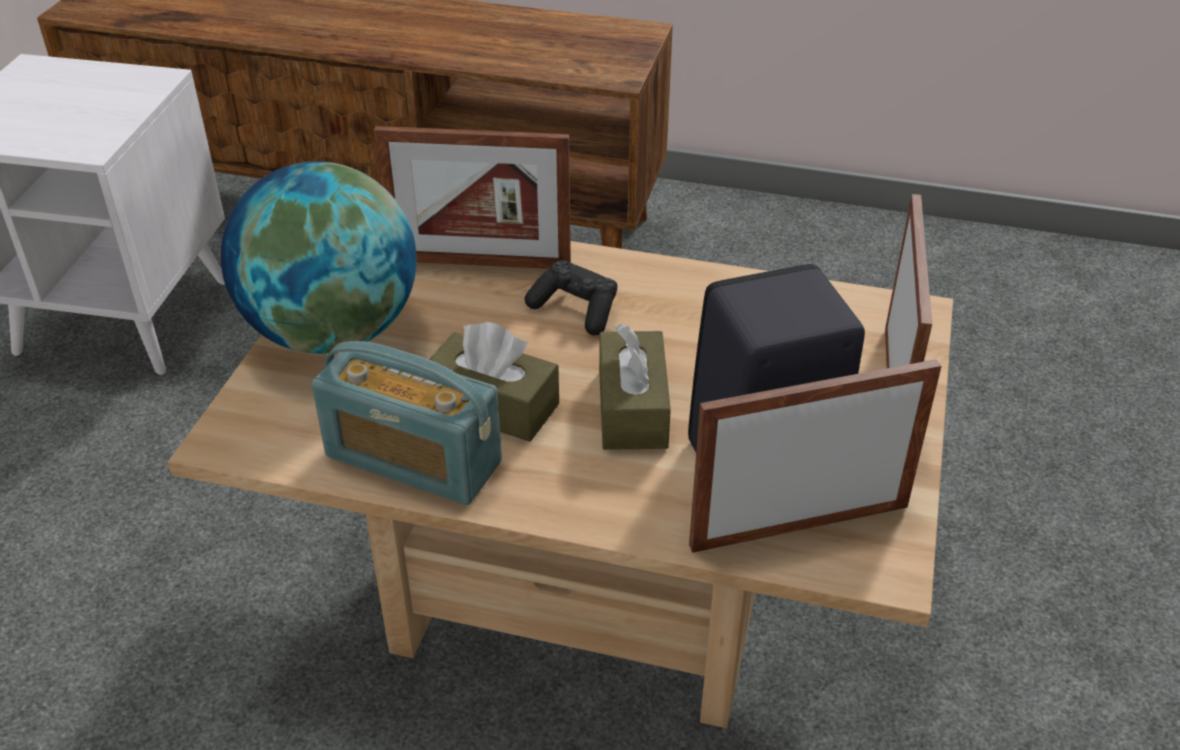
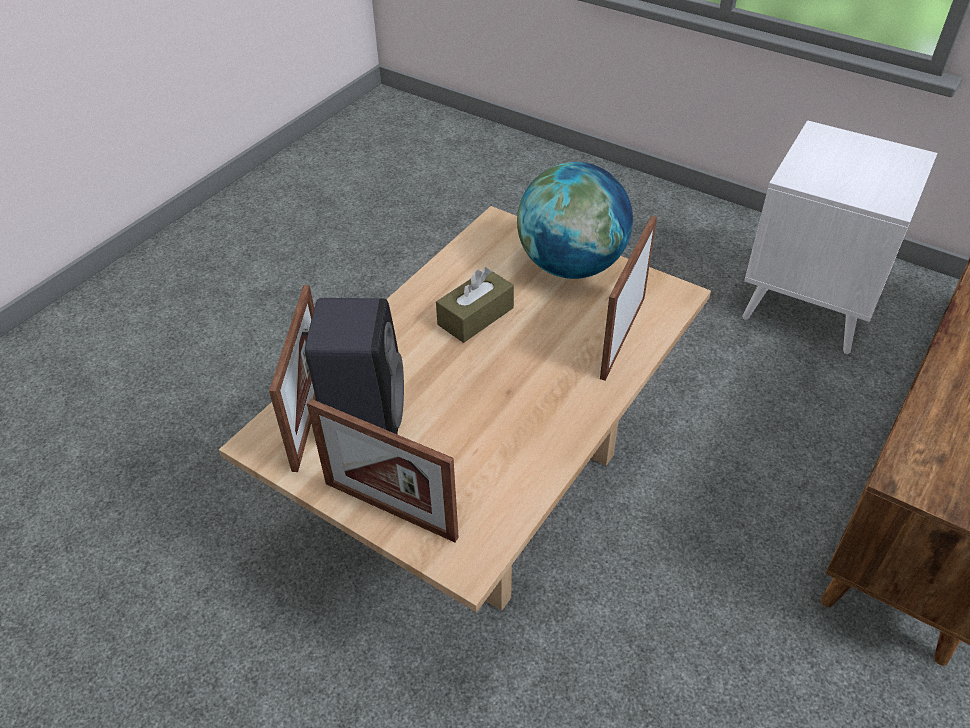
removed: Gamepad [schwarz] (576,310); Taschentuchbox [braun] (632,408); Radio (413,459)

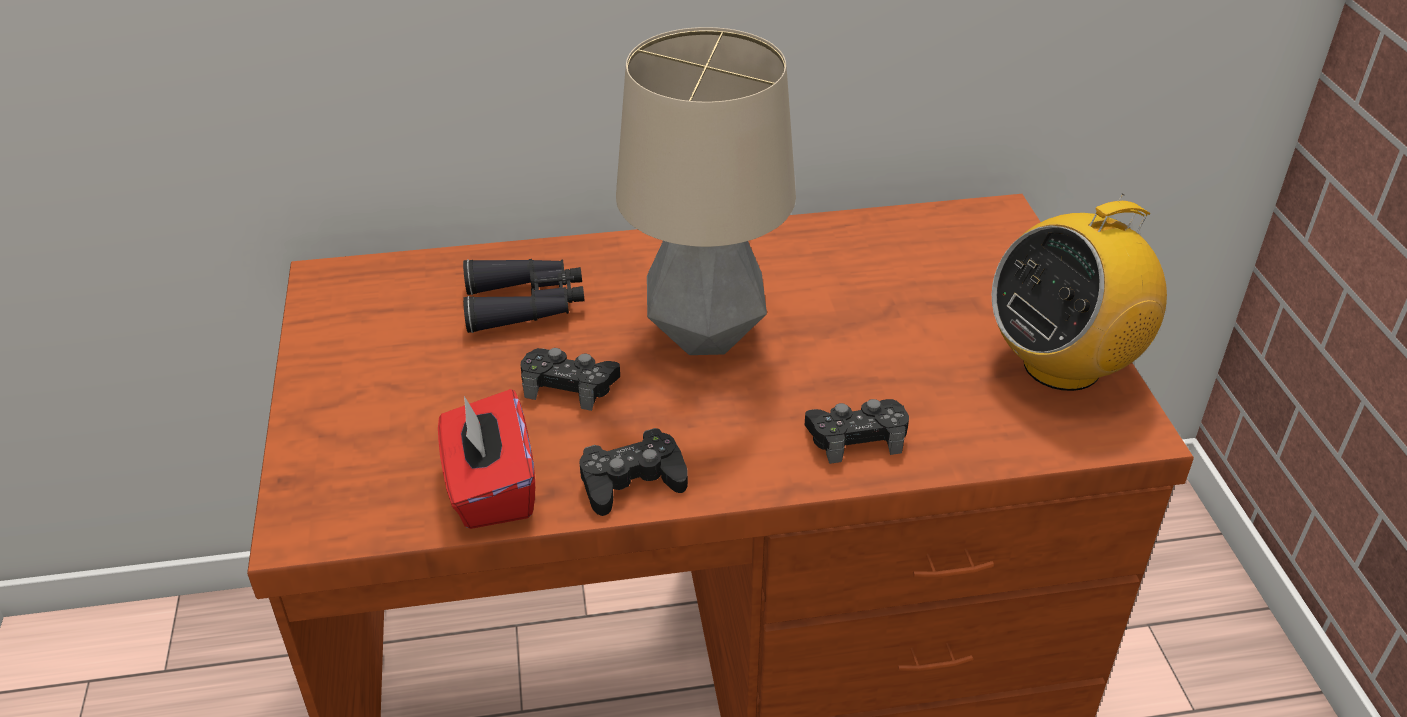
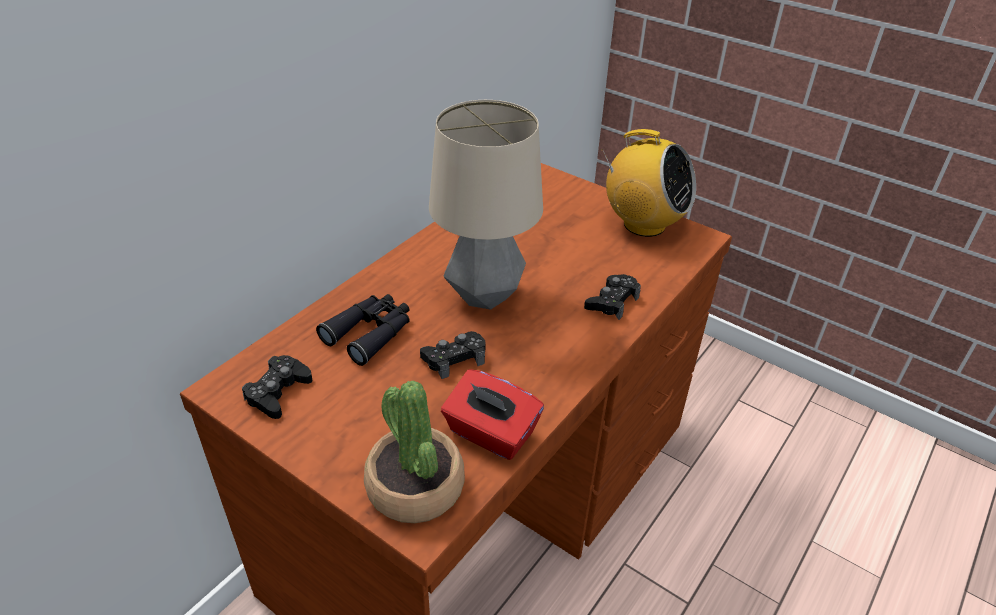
added: Topfpflanze (415,487)
moved: Gamepad [schwarz] (632,481) to (278,392)
turned: Radio (1062,365) = (643,224) 75 degrees counterclockwise

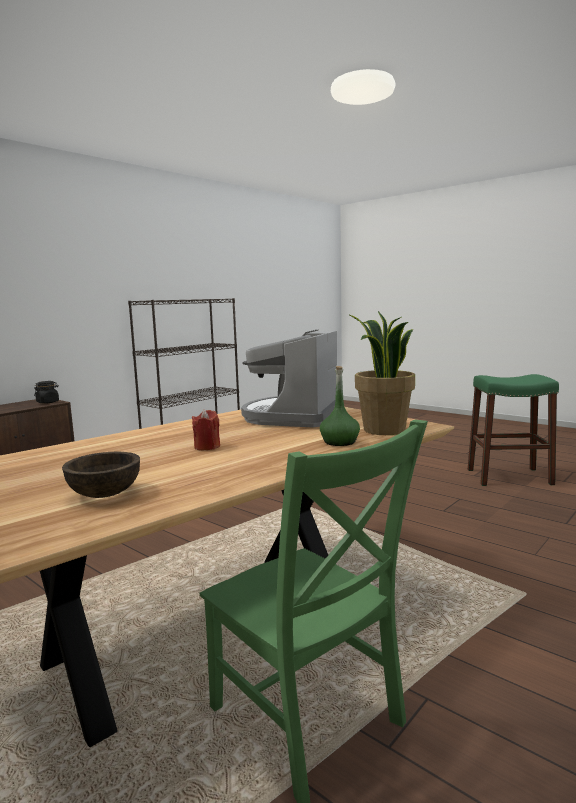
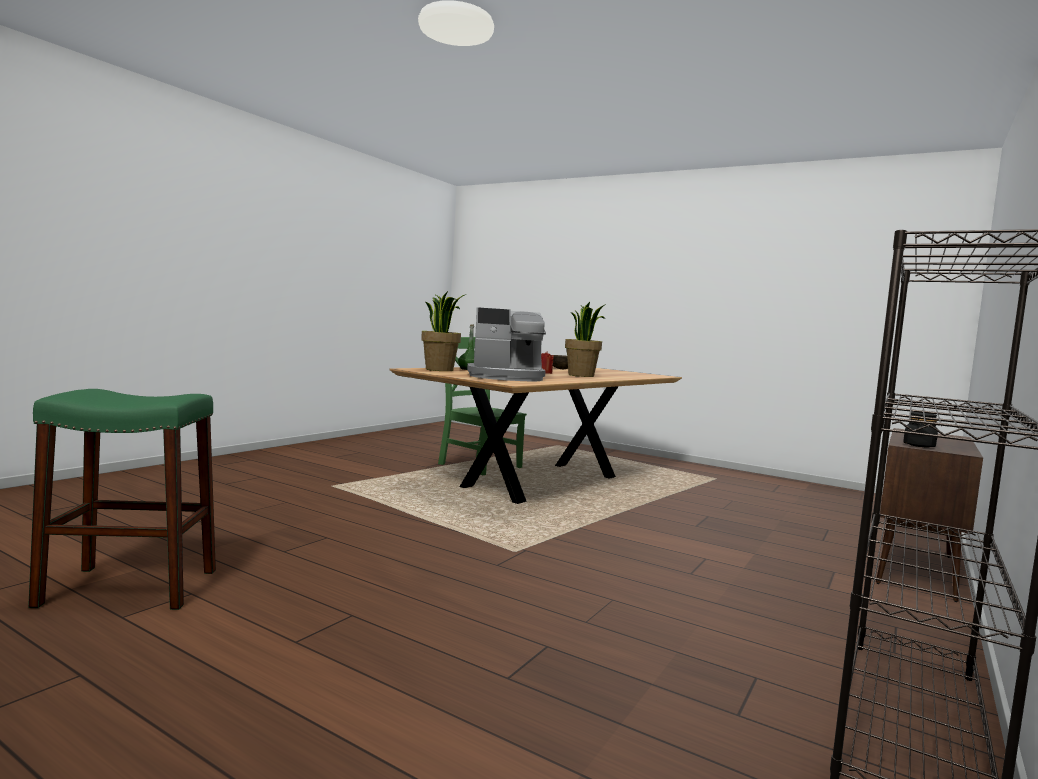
added: Topfpflanze (581,375)
turned: Kaffeemaschine (292,416) = (506,377) 75 degrees clockwise

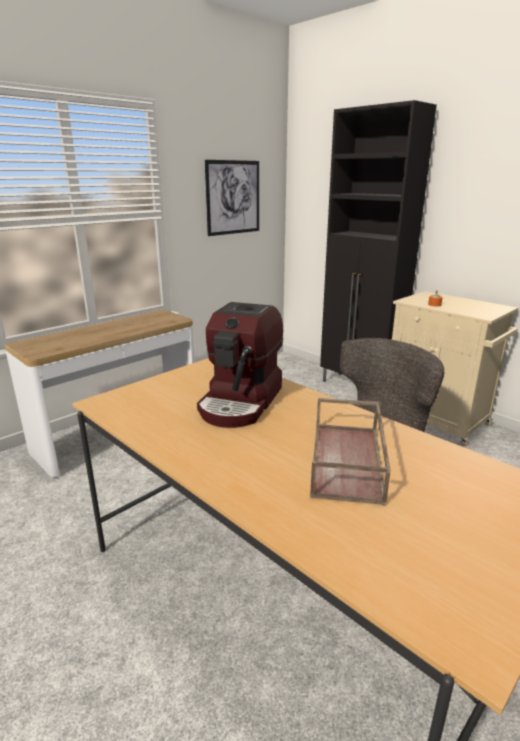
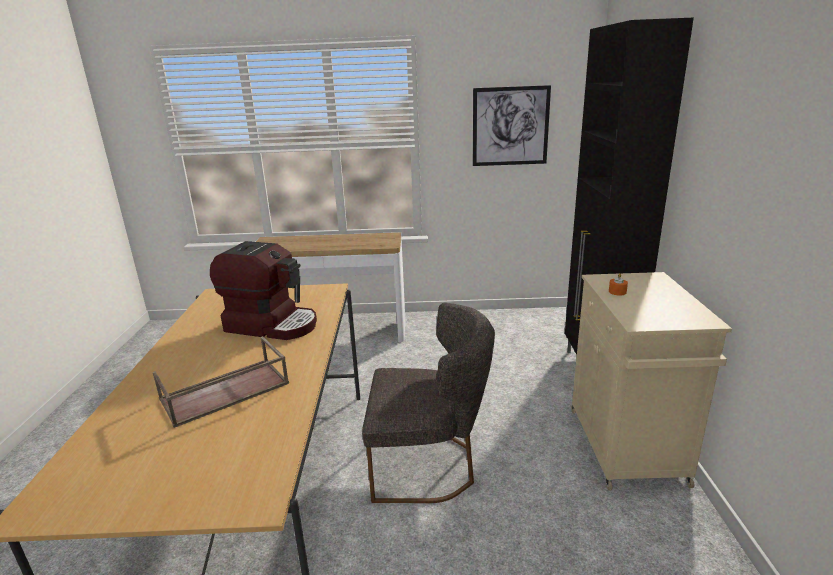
turned: Kaffeemaschine (242,402) = (272,324) 135 degrees counterclockwise

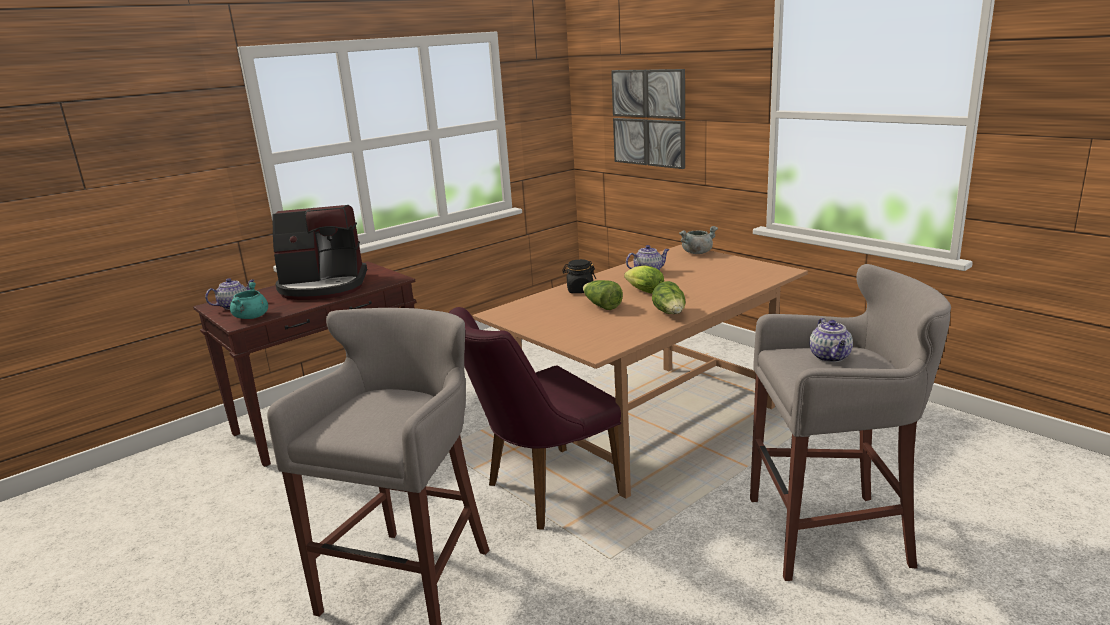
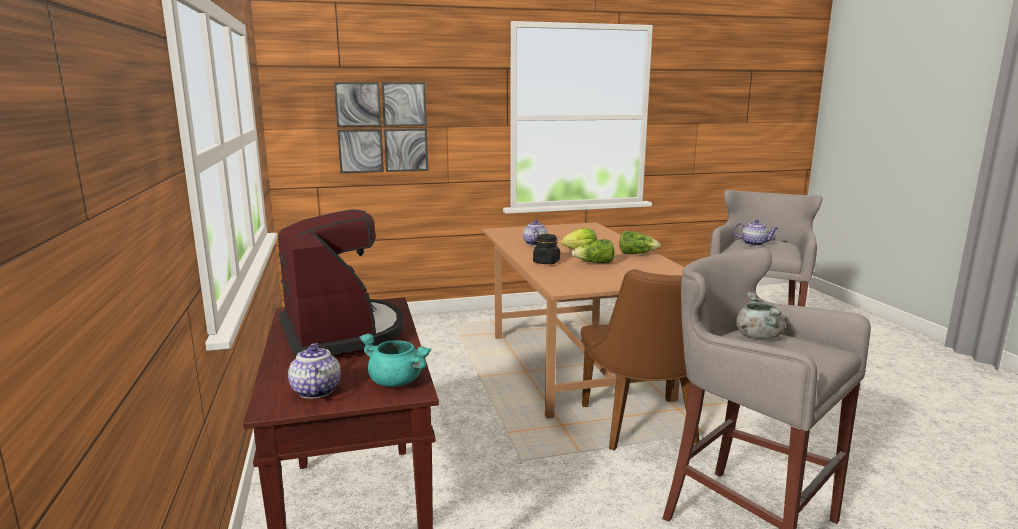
moved: Kochtopf [grau] (697,252) to (757,336)
recoloured: Stuhl [lila] (543,492) to Stuhl [braun] (643,429)
turned: Kaffeemaschine (324,287) = (342,335) 45 degrees counterclockwise

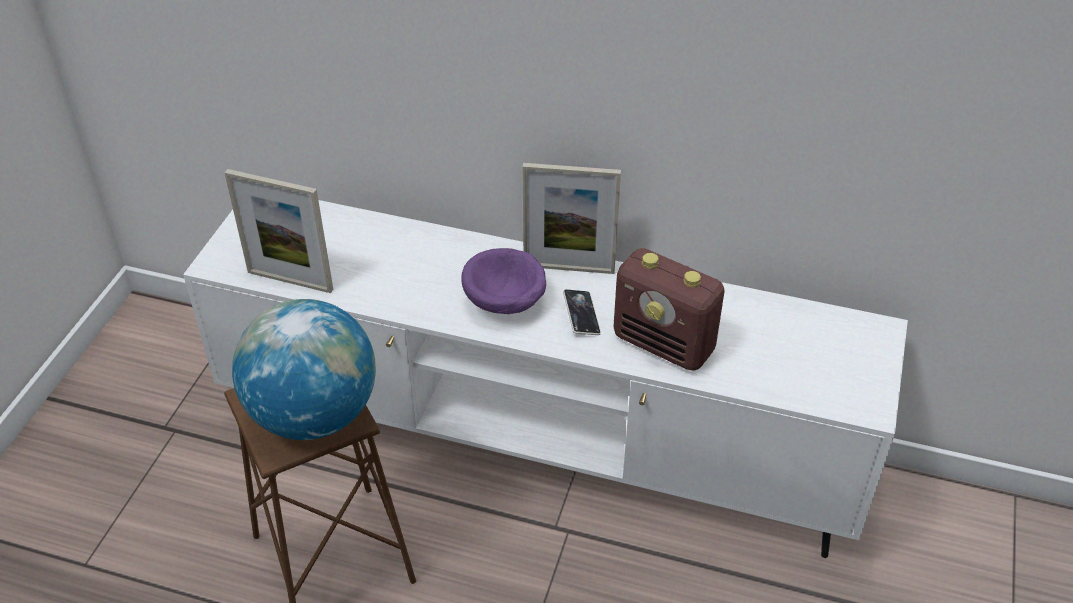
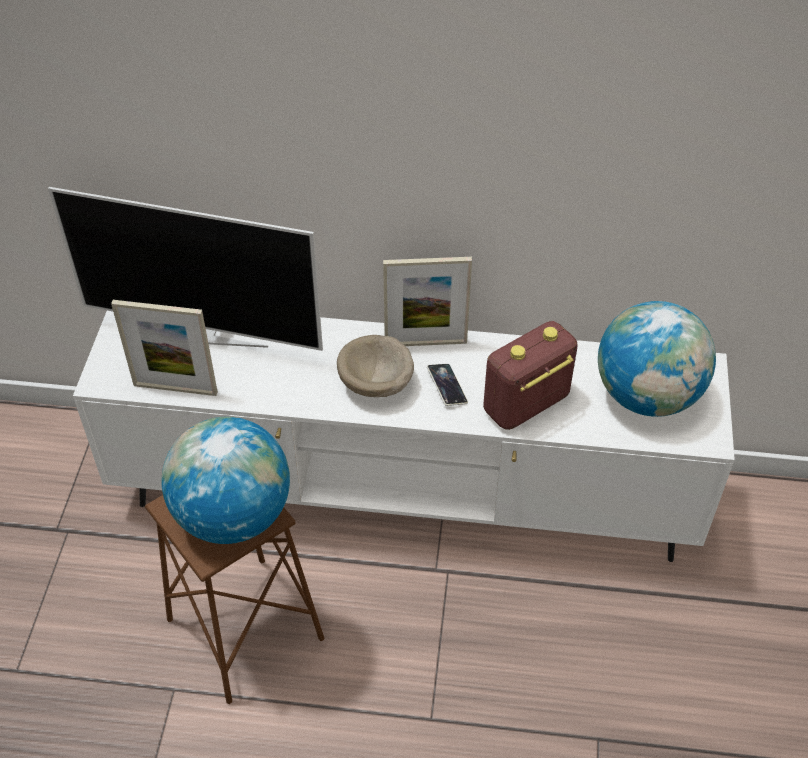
added: Fernseher (208,334); Globus (647,396)
recoloured: Schüssel [lila] (505,303) to Schüssel [beige] (377,384)
turned: Radio (664,344) = (525,405) 120 degrees clockwise

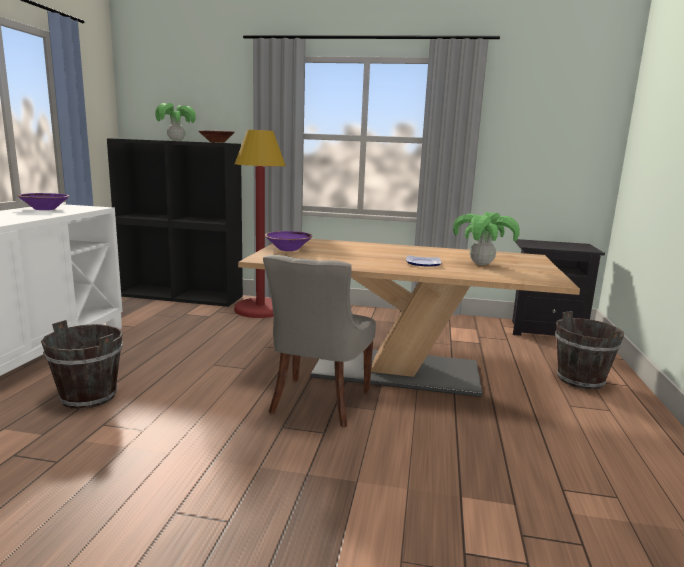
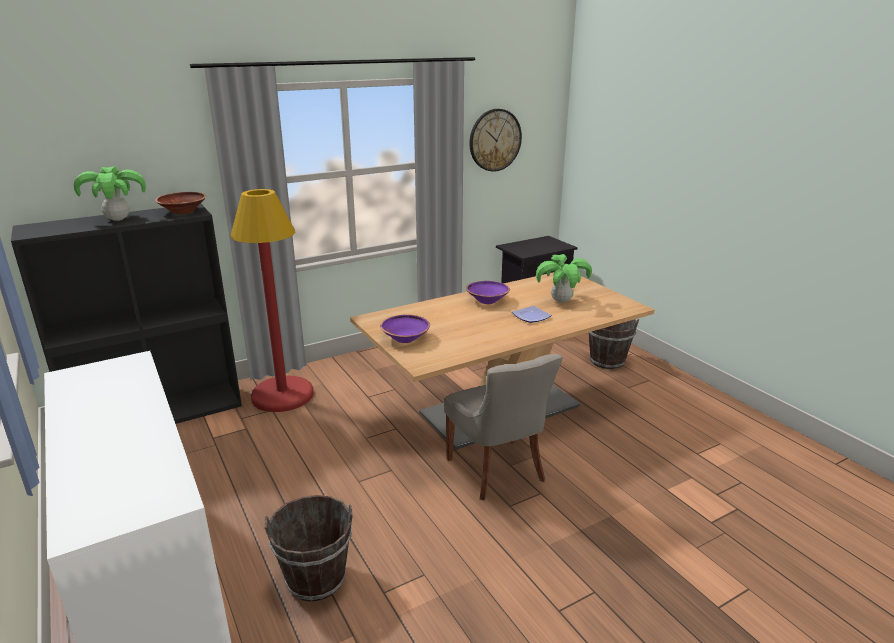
added: Wanduhr (495,140)
moved: Schüssel [lila] (45,209) to (487,301)

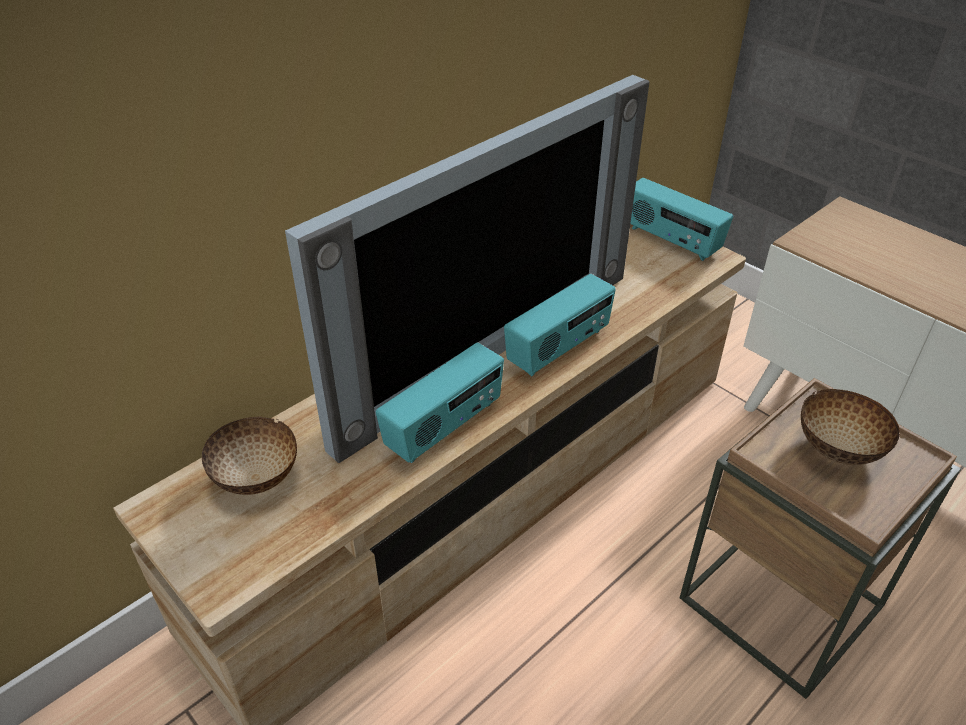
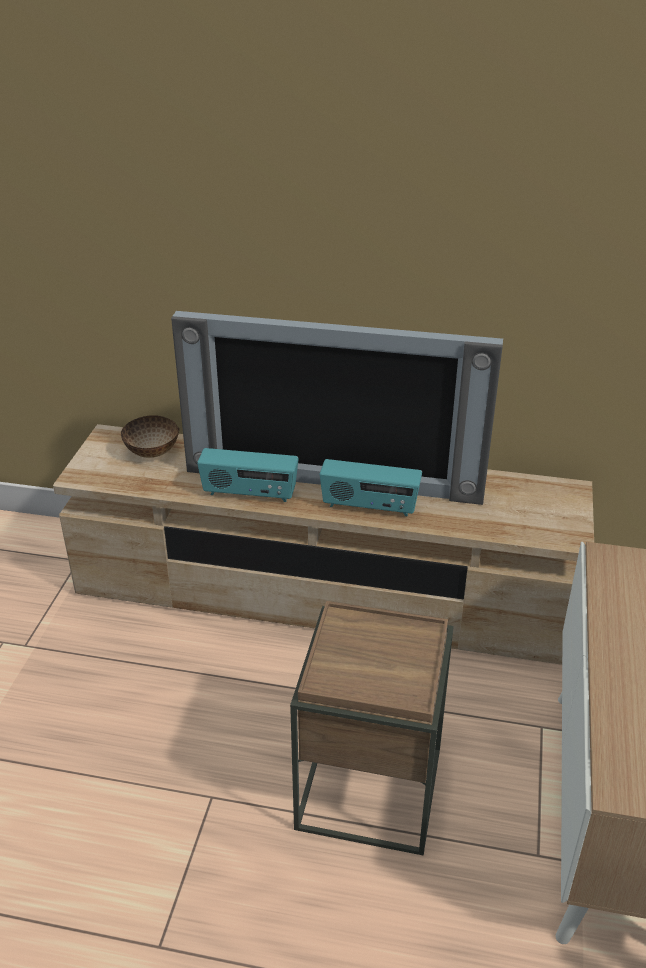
removed: Radio (671,241); Schüssel (839,450)

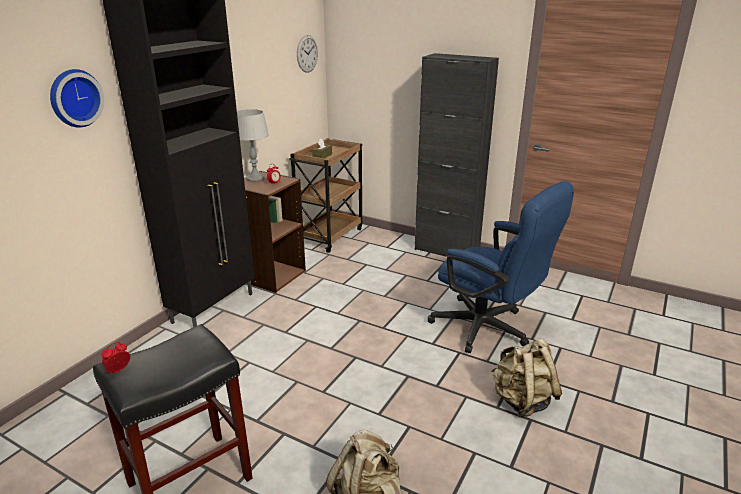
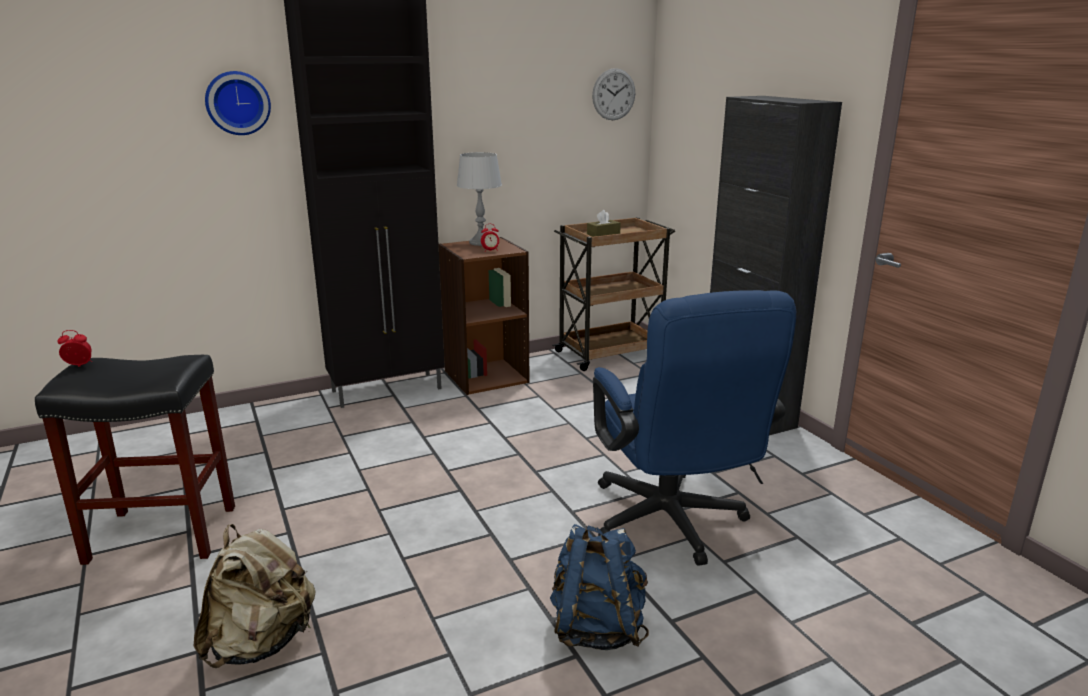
recoloured: Rucksack [beige] (522,401) to Rucksack [blau] (596,628)

